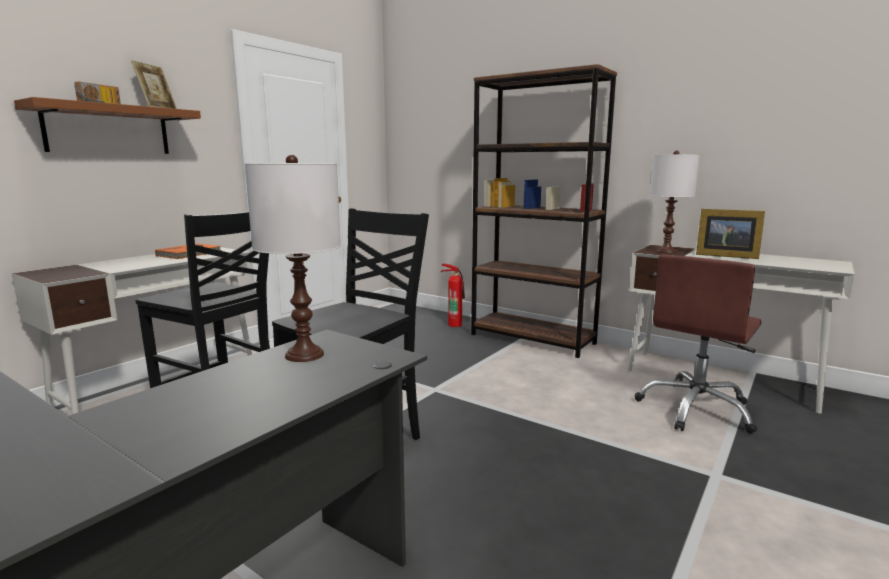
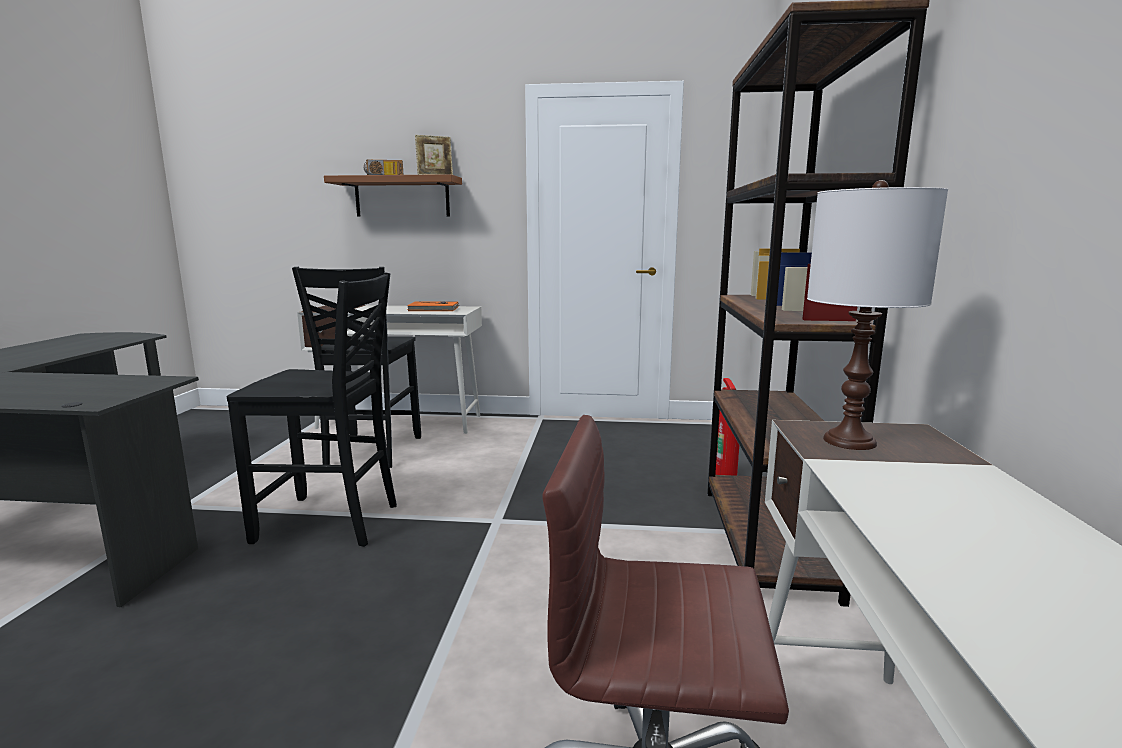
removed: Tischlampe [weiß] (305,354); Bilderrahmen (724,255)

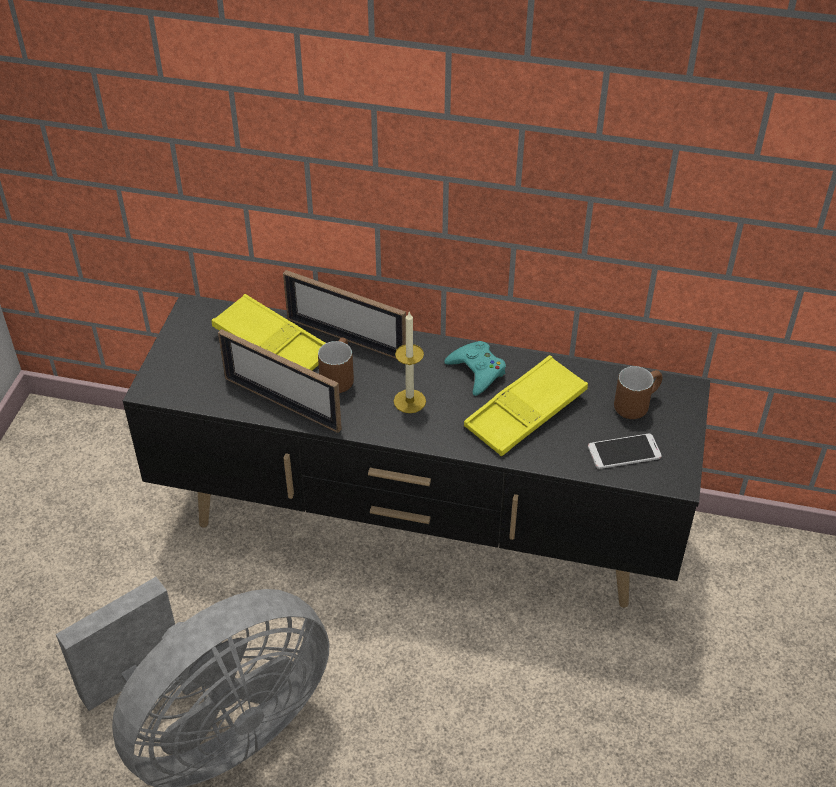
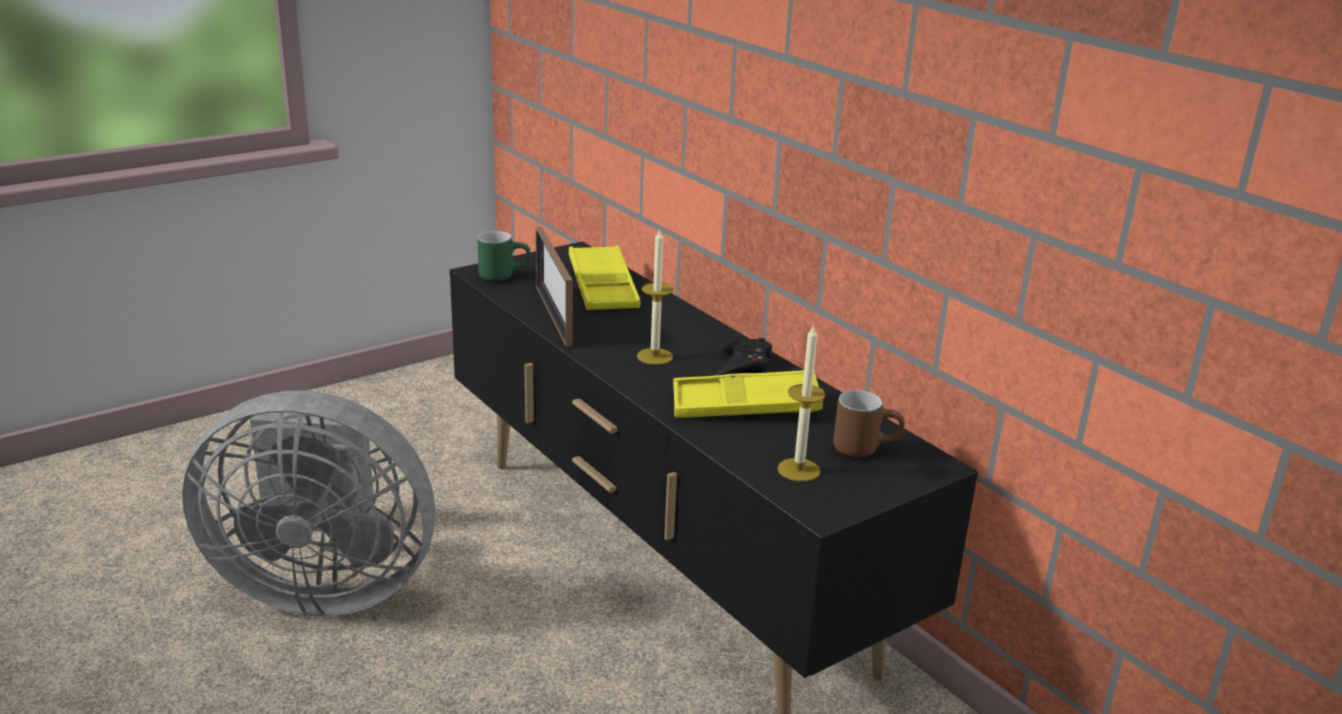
removed: Bilderrahmen (346,338); Henkelbecher [braun] (336,377)
added: Henkelbecher [grün] (503,275)
replaced: Handy (624,452) to Kerze (798,470)
recoloured: Gamepad [türkis] (477,371) to Gamepad [schwarz] (743,366)

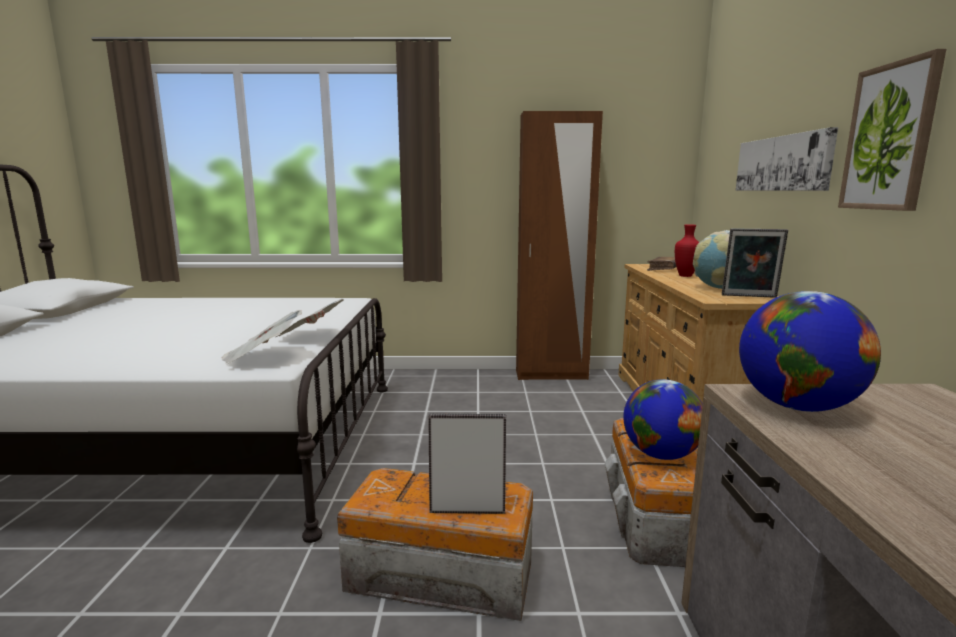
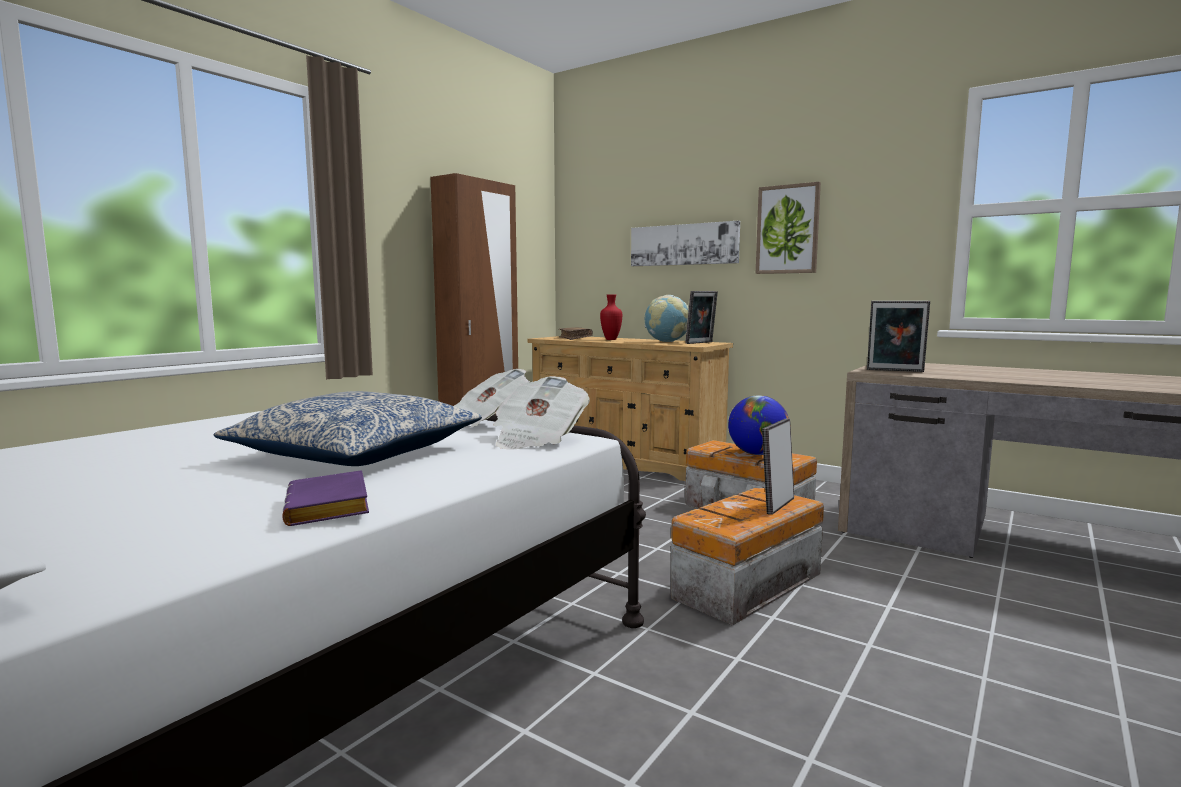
added: Kissen (357,453); Buch [lila] (331,508)
replaced: Globus (797,406) to Bilderrahmen (895,371)

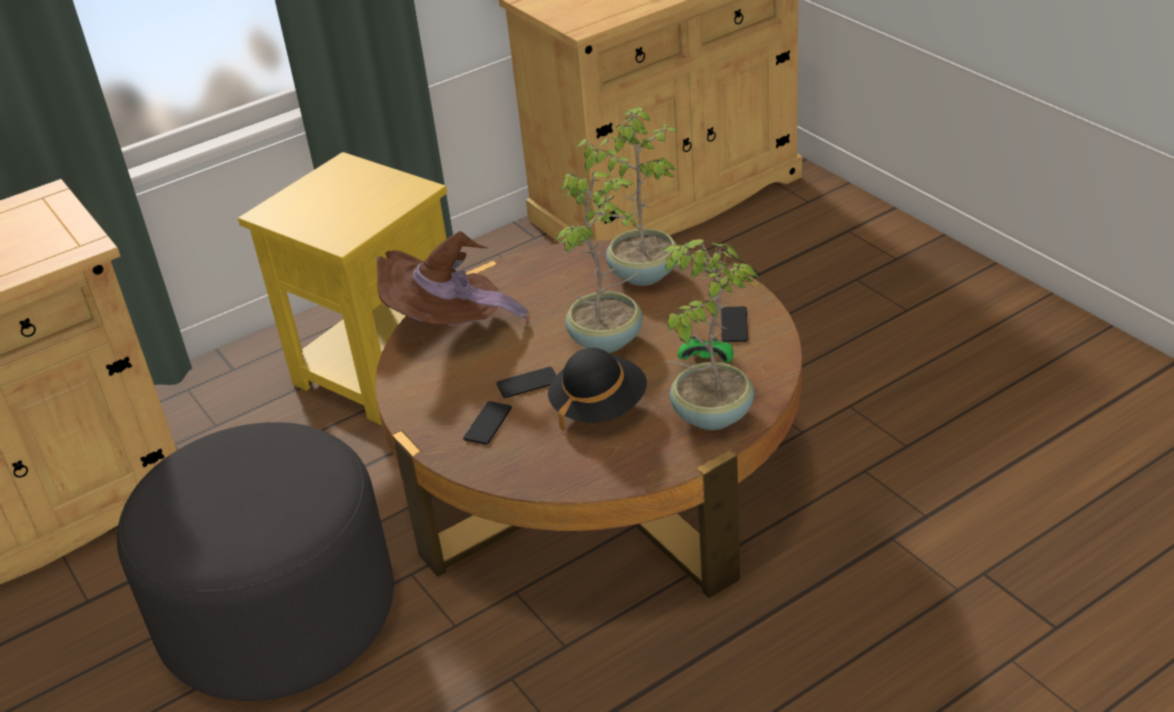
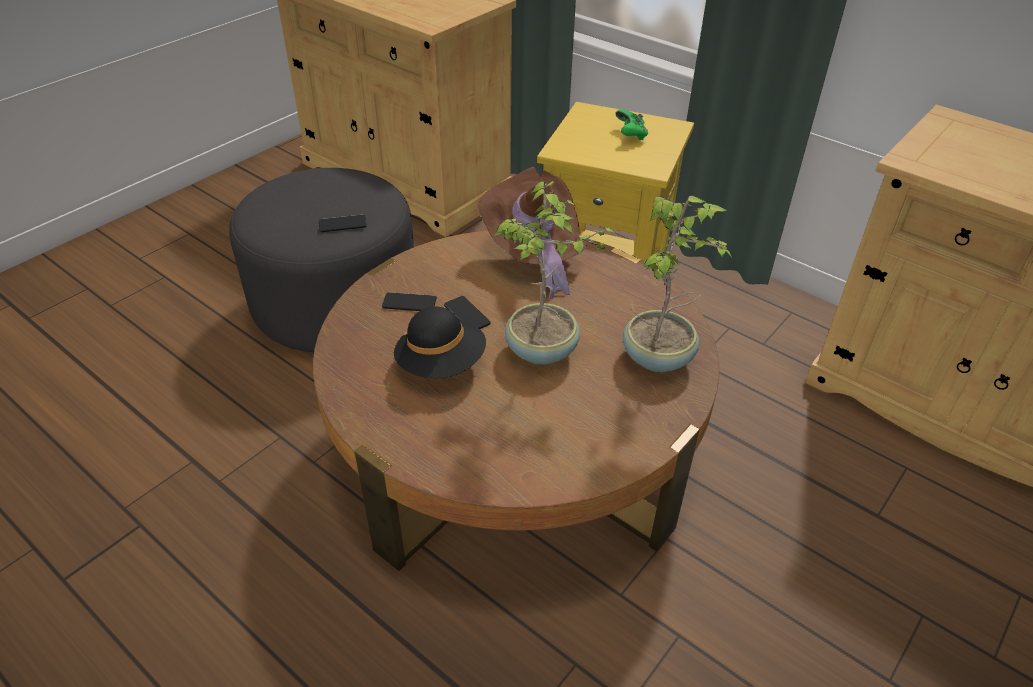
removed: Topfpflanze (710,415)
moved: Handy (734,325) to (342,224); Gamepad [grün] (707,362) to (631,135)

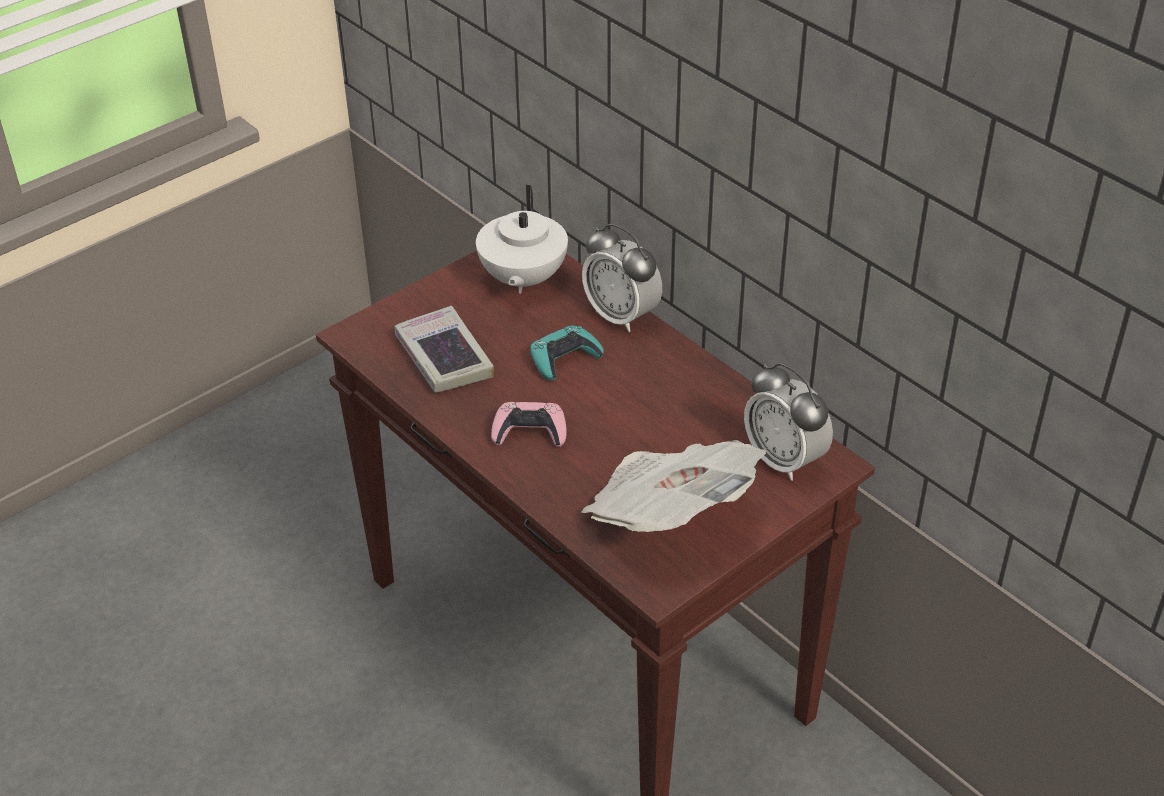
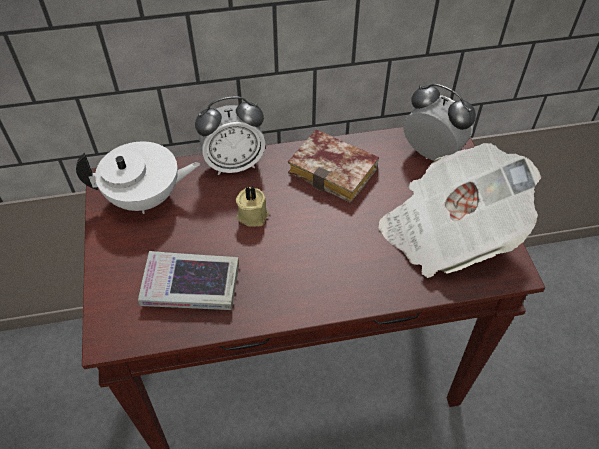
removed: Gamepad [rosa] (529,431)
added: Buch (337,171)
replaced: Gamepad [türkis] (564,358) to Kerze [beige] (252,214)
turned: Teekanne [weiß] (522,279) = (146,198) 45 degrees counterclockwise; Wecker (784,460) = (431,153) 135 degrees counterclockwise

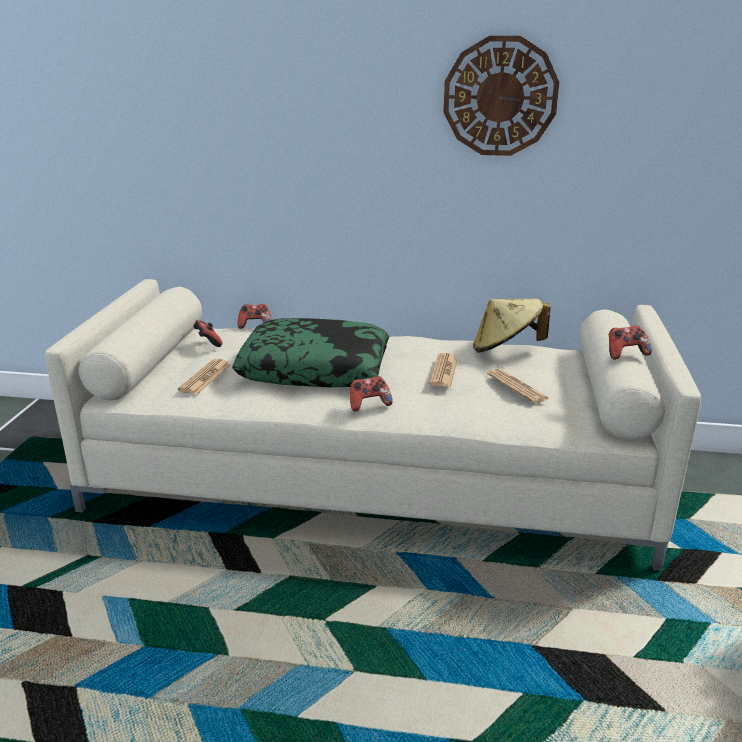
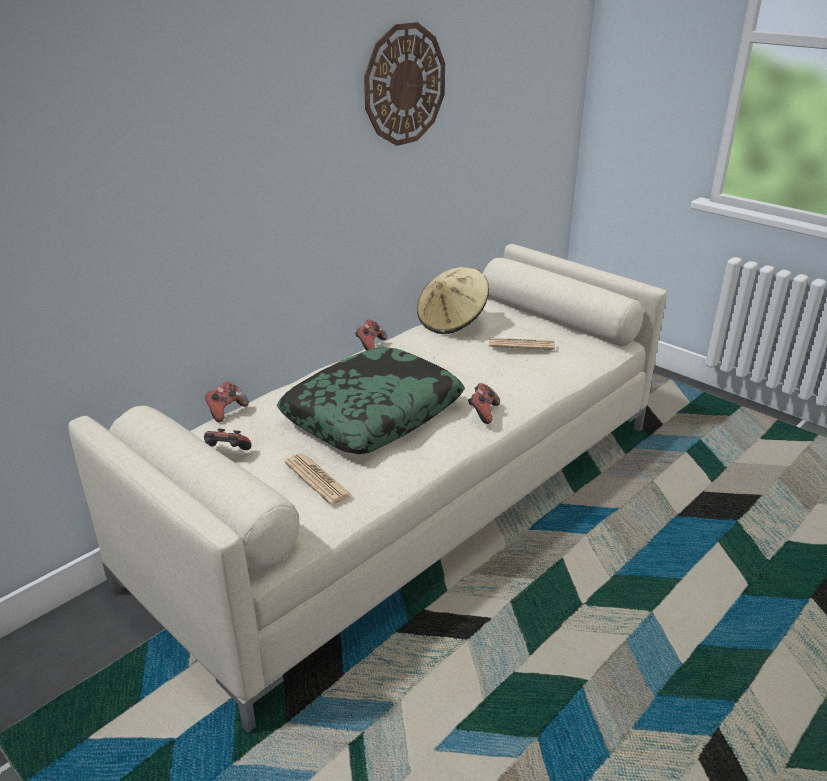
removed: Zeitung (444,371)
moved: Gamepad (625,354) to (370,345)

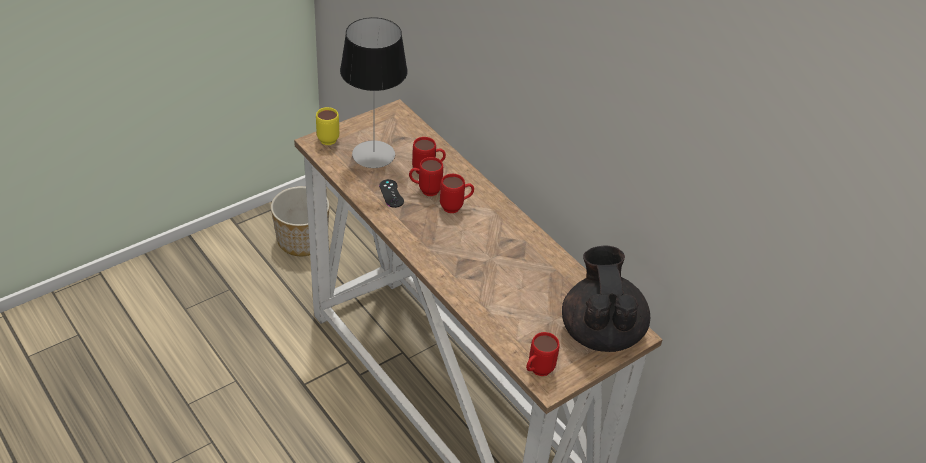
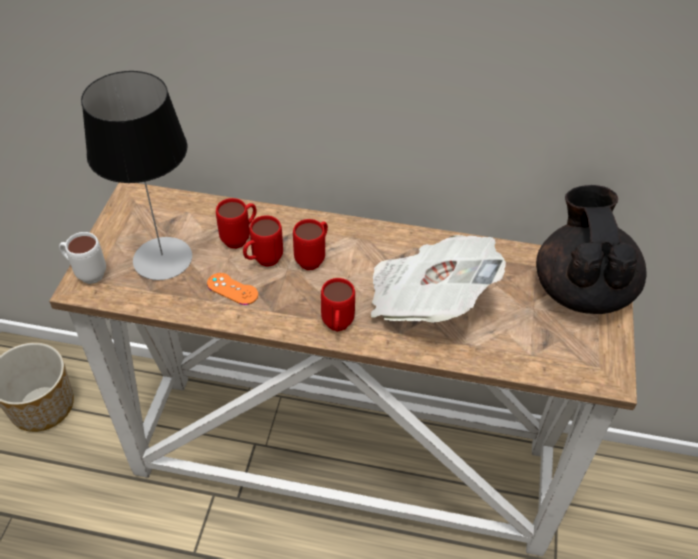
added: Zeitung (427,299)
moved: Henkelbecher [rot] (537,372) to (337,327)
recoloured: Henkelbecher [gelb] (326,137) to Henkelbecher [weiß] (86,274); Gamepad [schwarz] (391,193) to Gamepad [orange] (232,289)
turned: Teekanne [schwarz] (601,331) = (581,289) 45 degrees clockwise

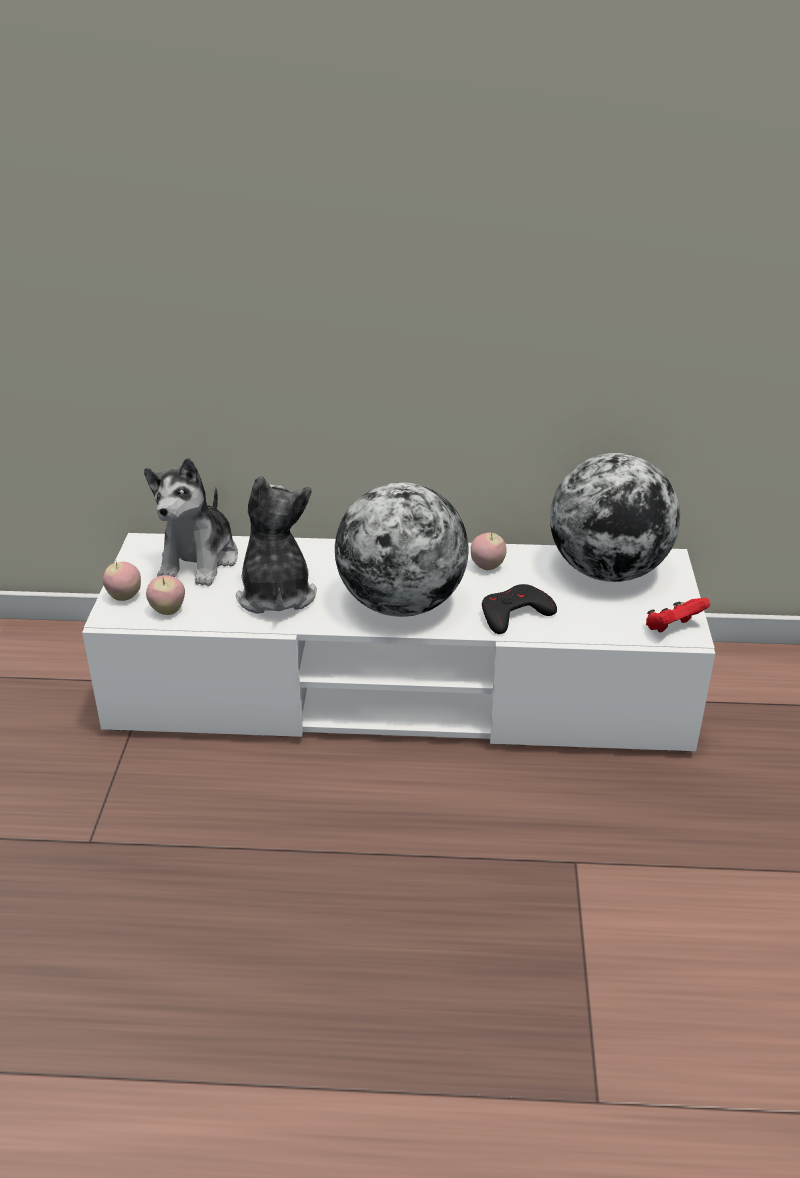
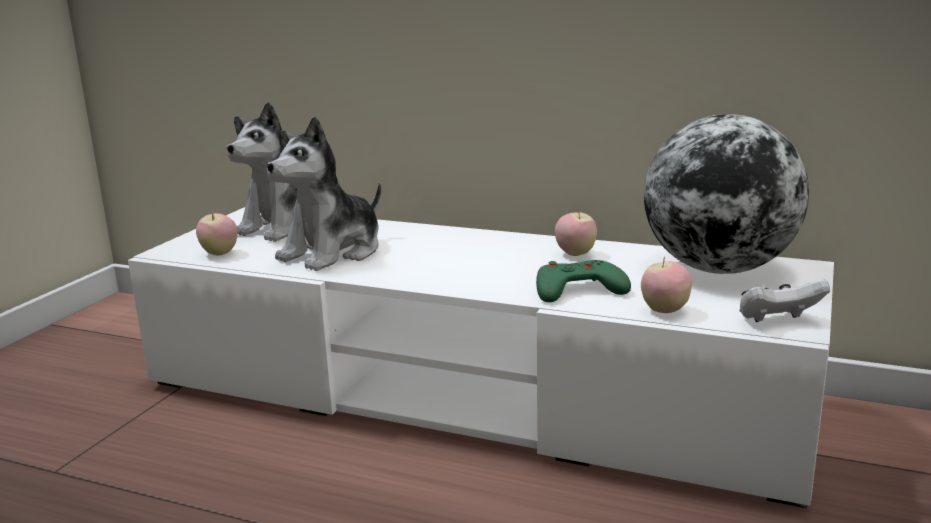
removed: Globus (401,604)
moved: Apfel (124,597) to (665,310)
recoloured: Gamepad [schwarz] (514,614) to Gamepad [grün] (578,290); Gamepad [rot] (673,628) to Gamepad [weiß] (777,321)
turned: Plüschtier (275,594) = (333,252) 150 degrees counterclockwise

